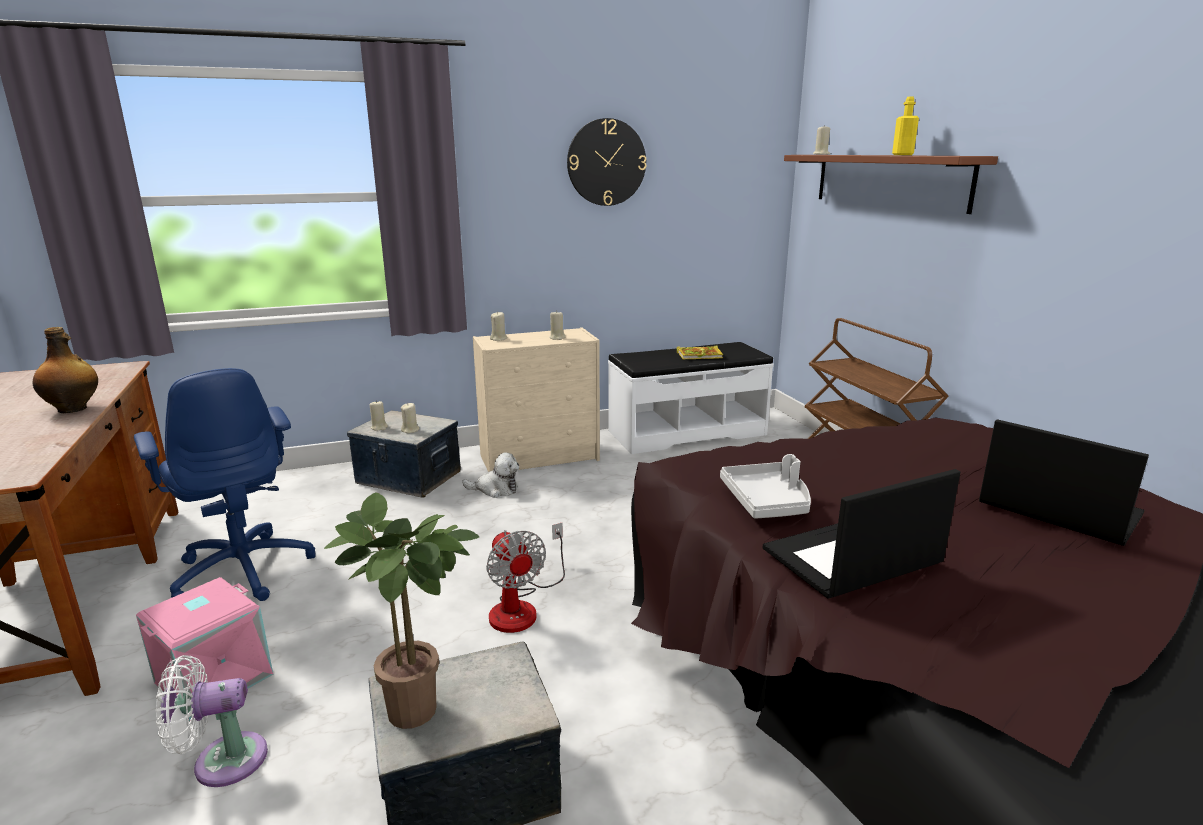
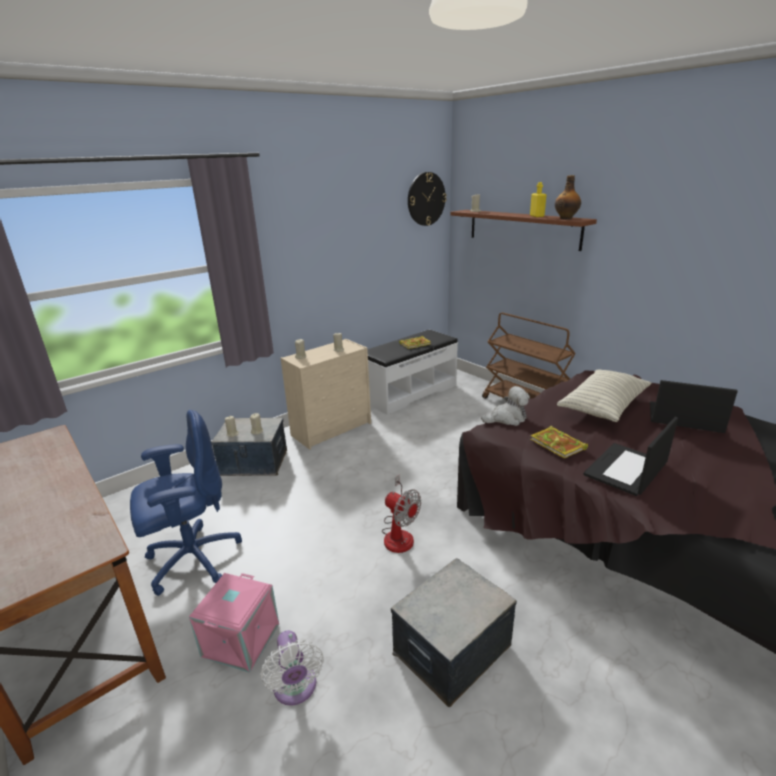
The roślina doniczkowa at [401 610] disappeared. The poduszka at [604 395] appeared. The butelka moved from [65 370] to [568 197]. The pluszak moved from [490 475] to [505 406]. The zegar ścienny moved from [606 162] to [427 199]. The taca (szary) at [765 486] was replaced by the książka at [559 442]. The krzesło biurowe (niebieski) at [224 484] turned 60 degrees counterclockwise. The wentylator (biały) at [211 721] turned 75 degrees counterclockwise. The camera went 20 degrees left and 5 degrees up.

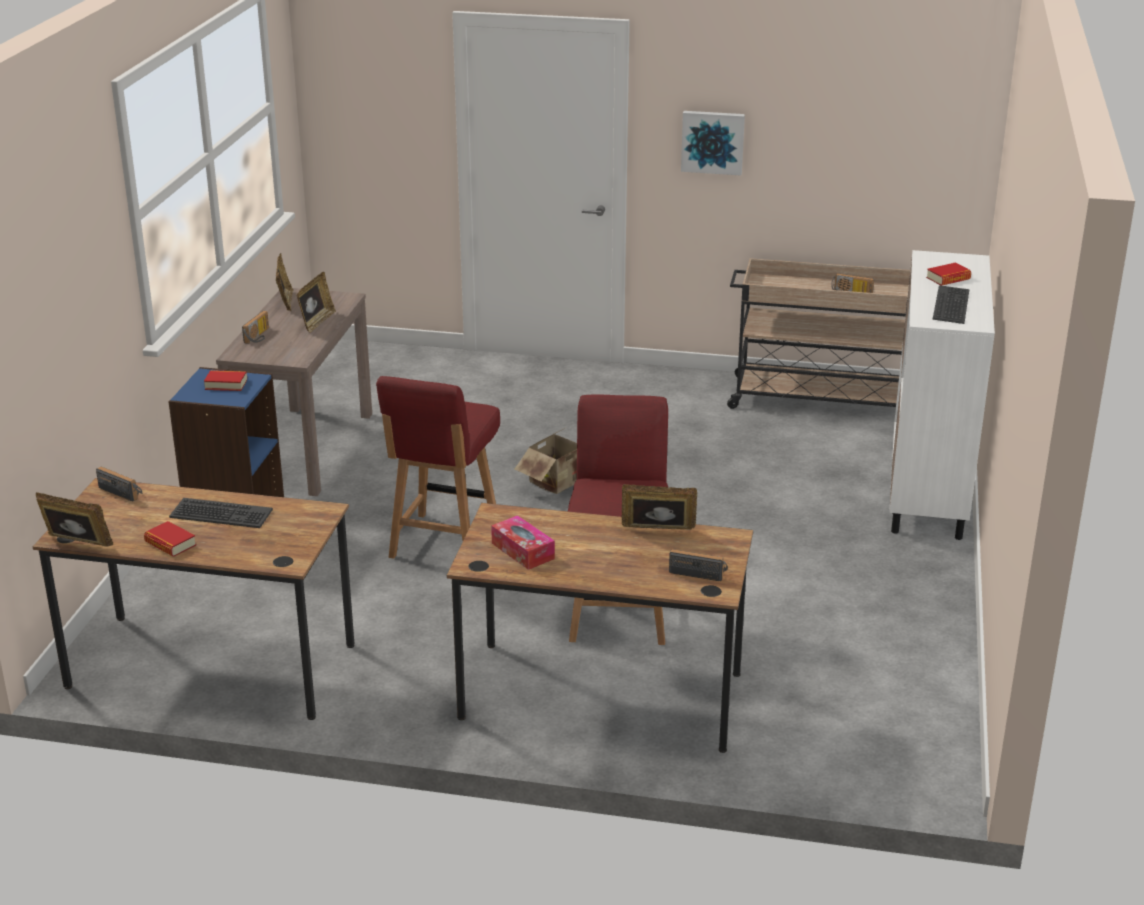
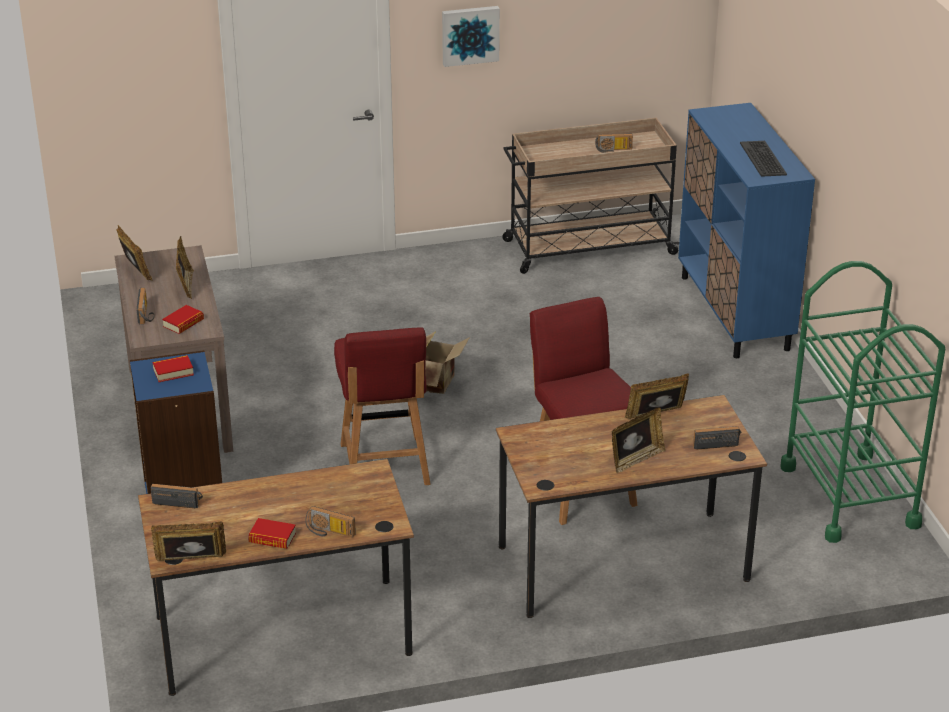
The klawiatura at [221 513] disappeared. The pudełko chusteczek at [523 542] disappeared. The radio at [330 521] appeared. The ramka na zdjęcie at [638 440] appeared. The wózek (zielony) at [862 402] appeared. The książka moved from [948 274] to [183 319]. The szafka (biały) at [942 395] became the szafka (niebieski) at [746 230]. The camera went 25 degrees left and 5 degrees up.

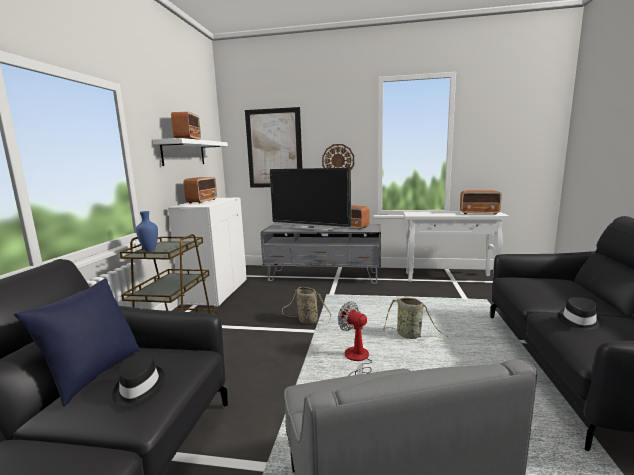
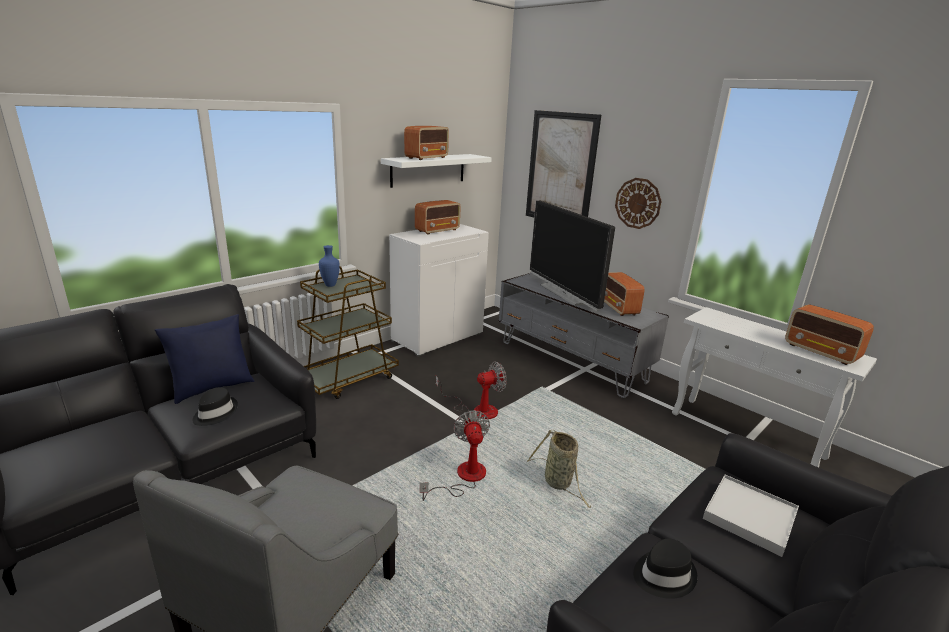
The taca (biały) at [751 516] appeared. The koszyk at [306 306] was replaced by the wentylator at [471 390]. The camera went 35 degrees right and 10 degrees up.

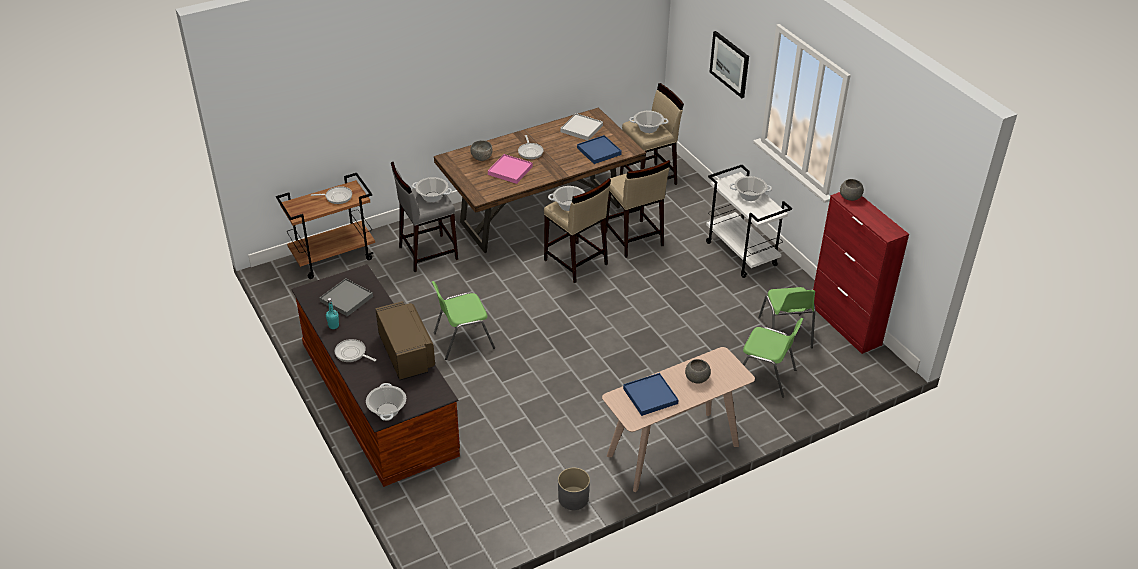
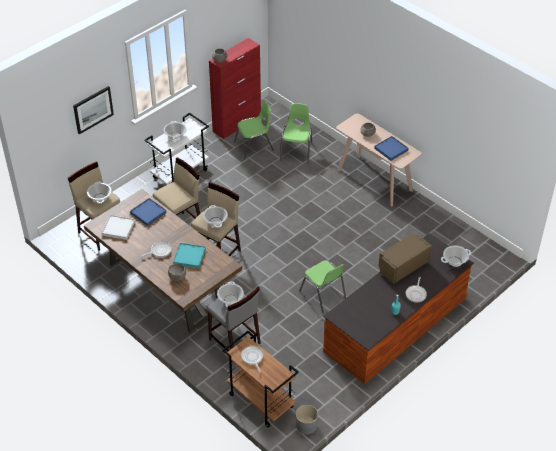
The taca (szary) at [346 297] disappeared. The donica (szary) moved from [574 489] to [307 419]. The taca (różowy) at [510 169] became the taca (turkusowy) at [189 255]. The camera went 105 degrees left and 5 degrees up.

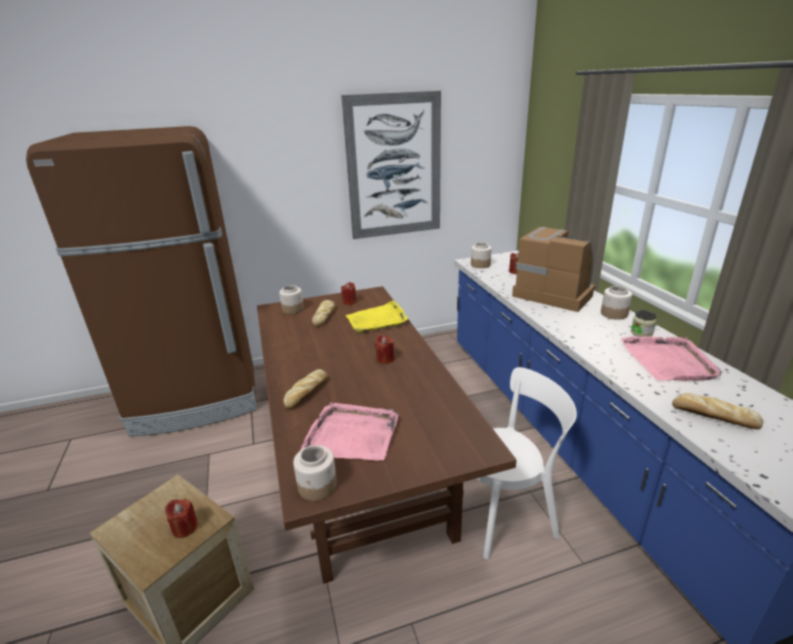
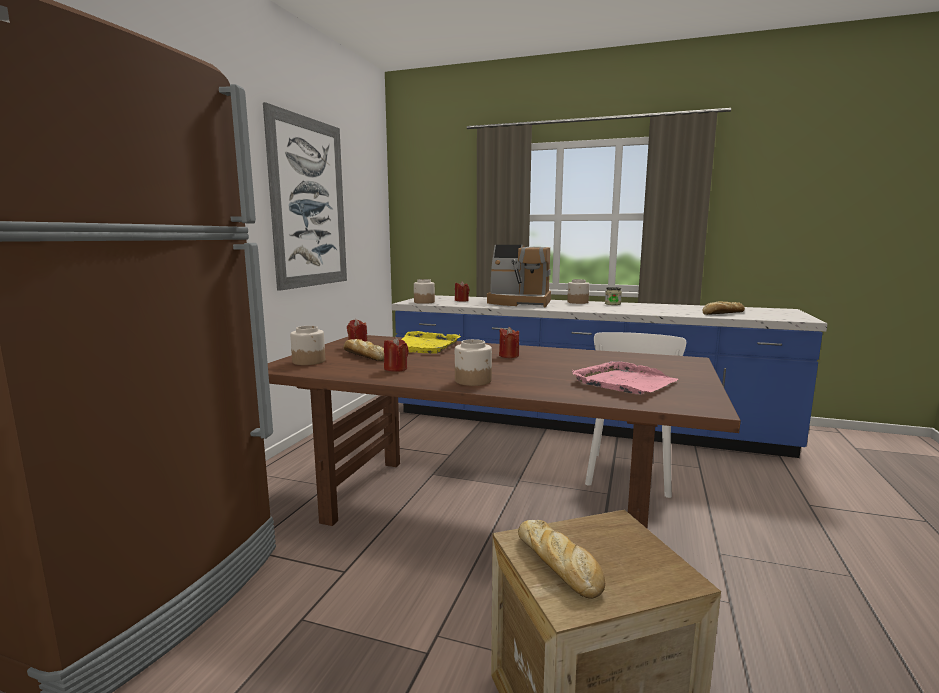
The taca (różowy) at [671 358] disappeared. The świeca (czerwony) moved from [181 518] to [396 354]. The chleb moved from [305 389] to [561 559]. The słoik moved from [315 473] to [473 362]. The ekspres do kawy at [553 269] turned 150 degrees counterclockwise. The camera went 55 degrees left and 15 degrees down.

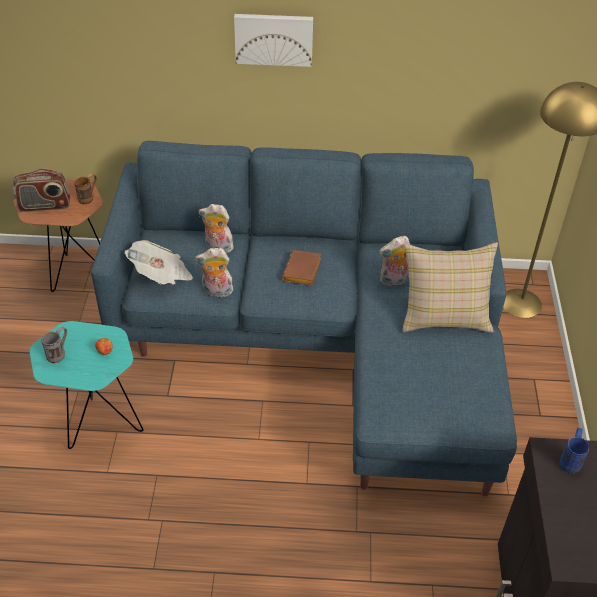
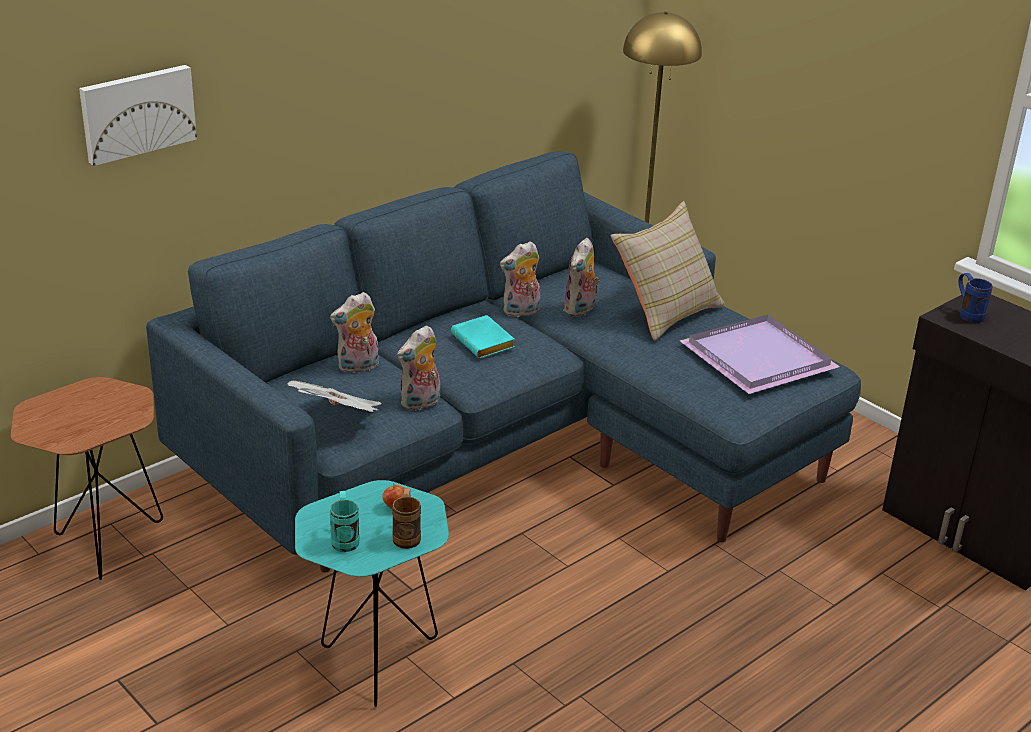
The radio at [41 190] disappeared. The pluszak at [520 279] appeared. The taca (fioletowy) at [760 354] appeared. The kubek (brązowy) moved from [85 189] to [406 518]. The obraz moved from [273 40] to [138 115]. The kubek (szary) at [54 345] became the kubek (turkusowy) at [345 521]. The książka (brązowy) at [301 267] became the książka (turkusowy) at [483 336]. The camera went 45 degrees left and 15 degrees down.

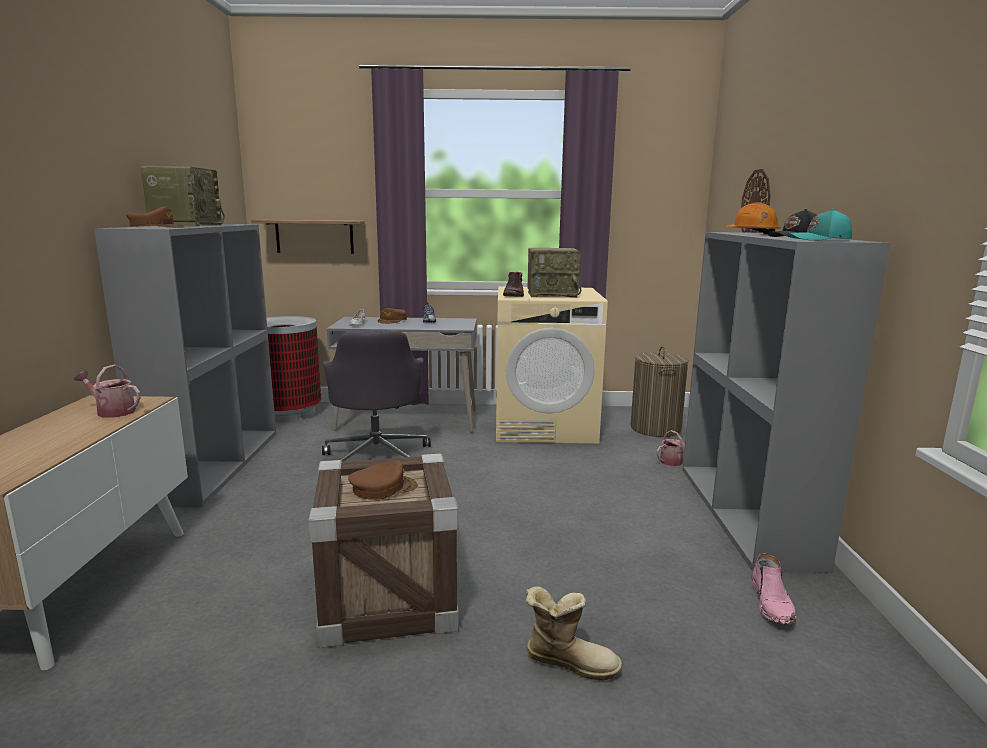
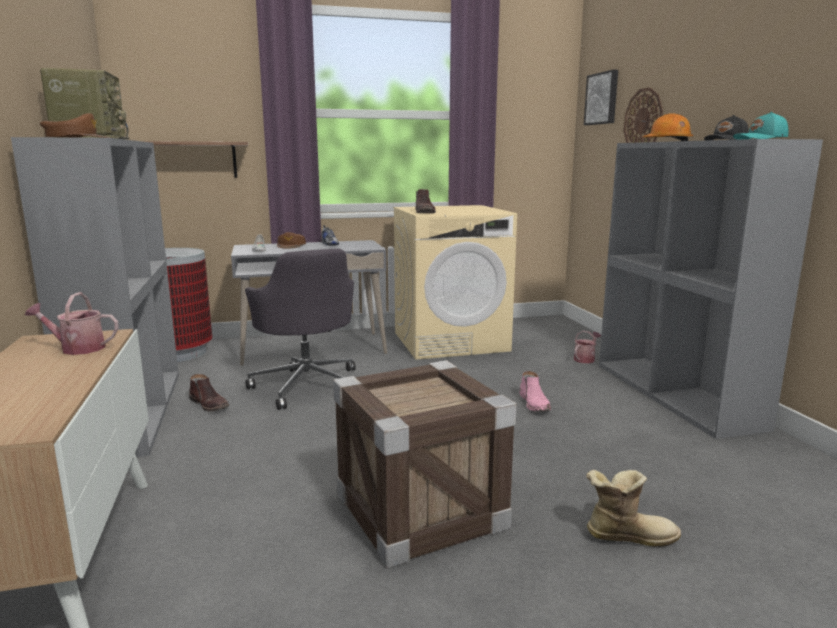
The czapka z daszkiem (brązowy) at [383 480] disappeared. The radio at [554 272] disappeared. The kosz na pranie at [660 391] disappeared. The but z cholewką (brązowy) at [209 392] appeared. The obraz at [601 97] appeared. The but z cholewką (różowy) moved from [773 589] to [535 391]. The camera went 15 degrees left and 0 degrees up.

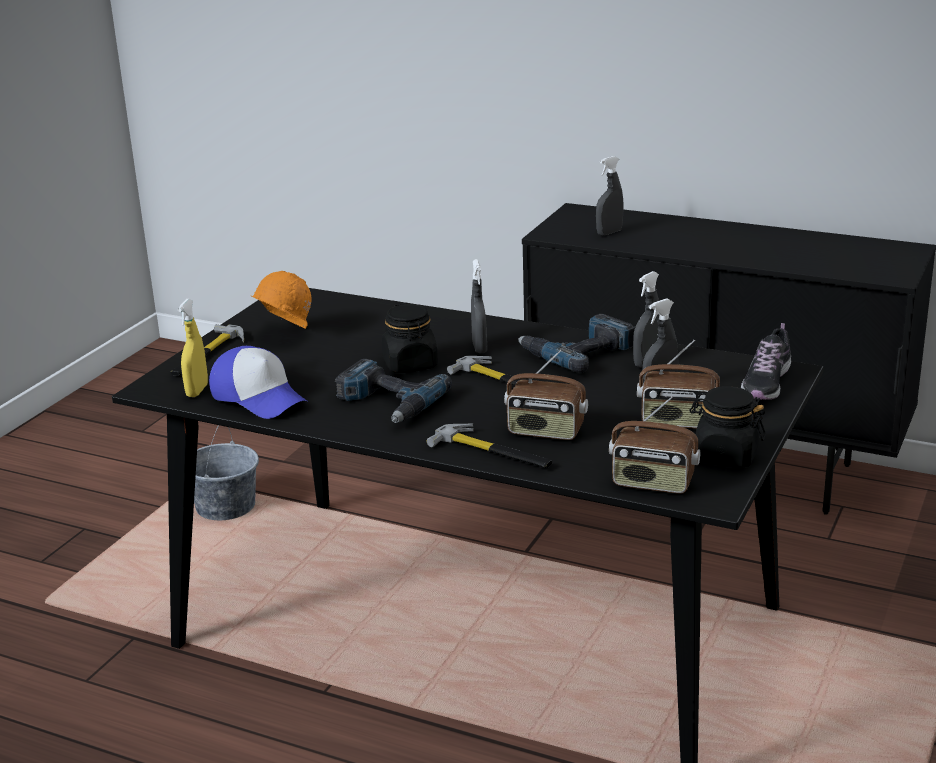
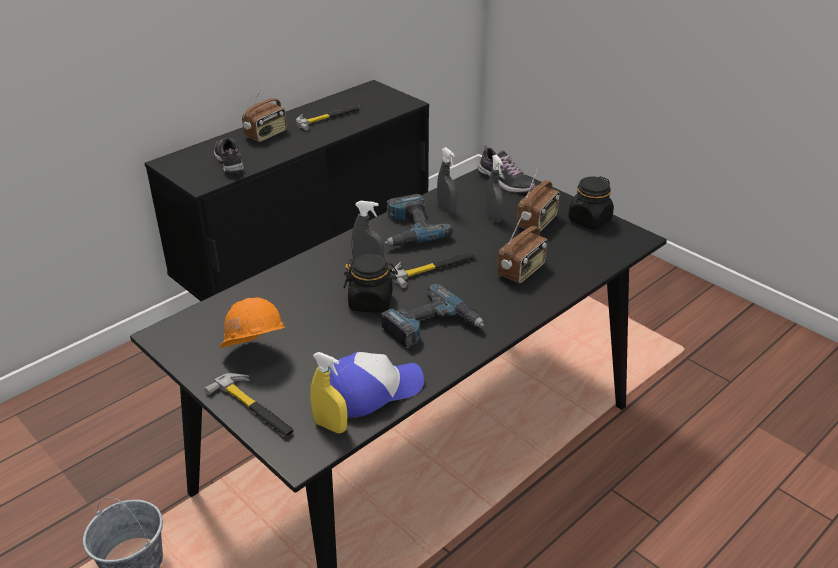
The młotek moved from [489 446] to [328 118]. The radio moved from [654 445] to [264 113]. The spryskiwacz (szary) at [610 196] was replaced by the but at [229 157]. The camera went 70 degrees left and 10 degrees up.

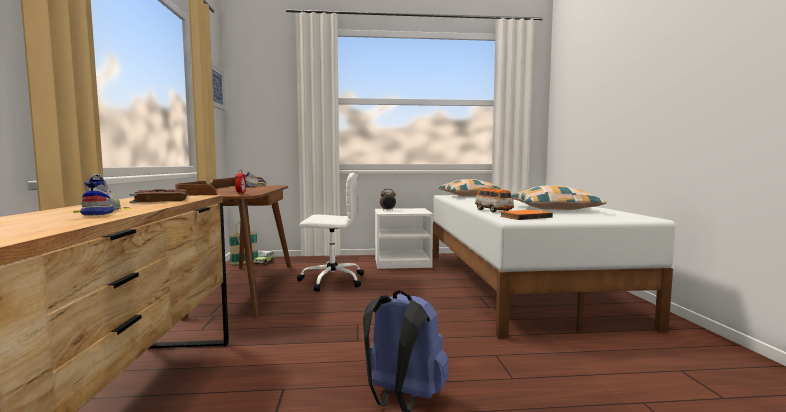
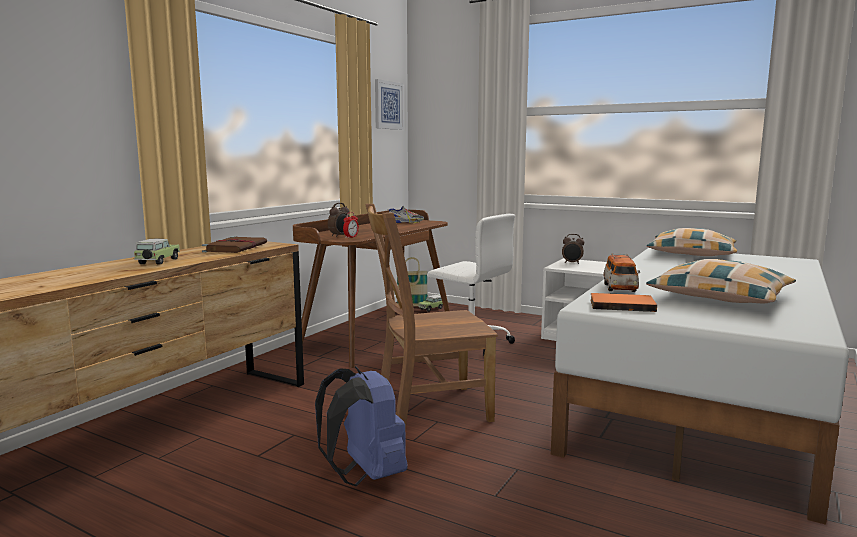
The budzik at [339 220] appeared. The krzesło (brązowy) at [431 317] appeared. The but at [102 195] was replaced by the samochodzik at [157 252]. The camera went 35 degrees right and 5 degrees up.

